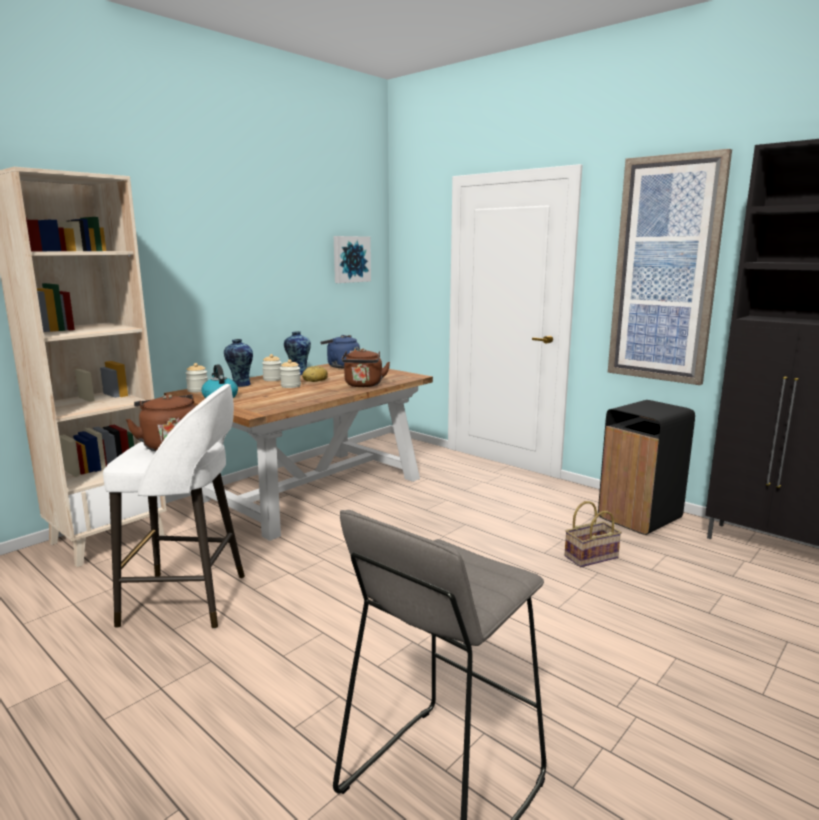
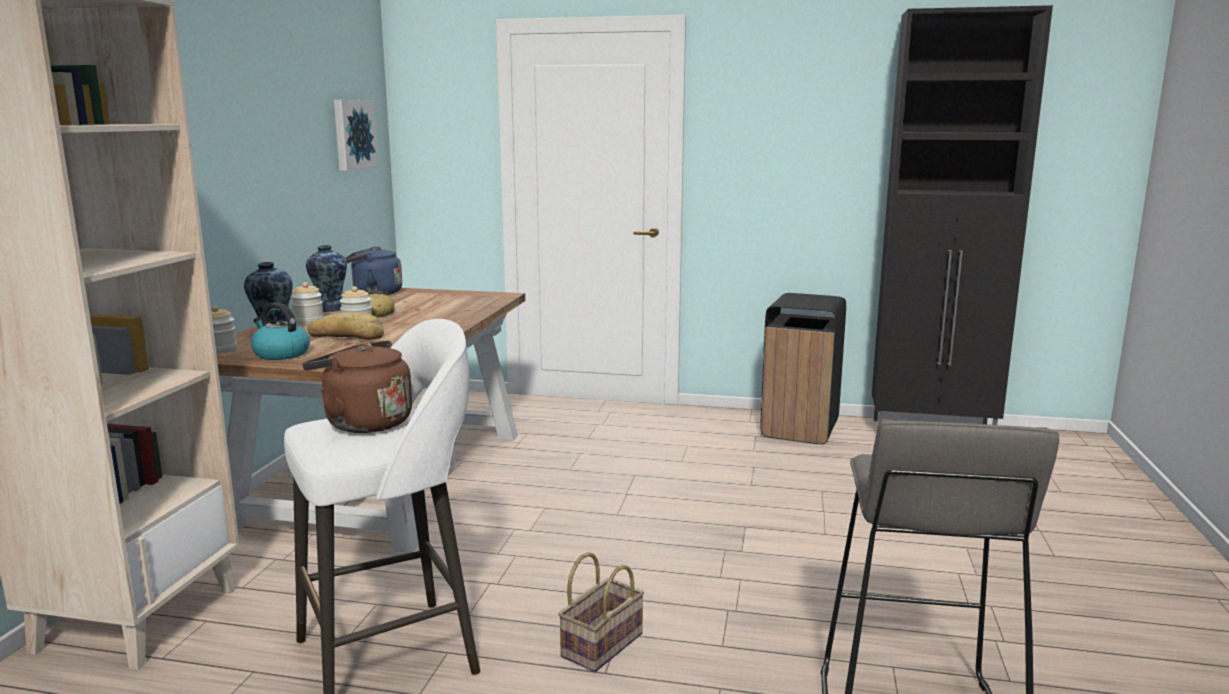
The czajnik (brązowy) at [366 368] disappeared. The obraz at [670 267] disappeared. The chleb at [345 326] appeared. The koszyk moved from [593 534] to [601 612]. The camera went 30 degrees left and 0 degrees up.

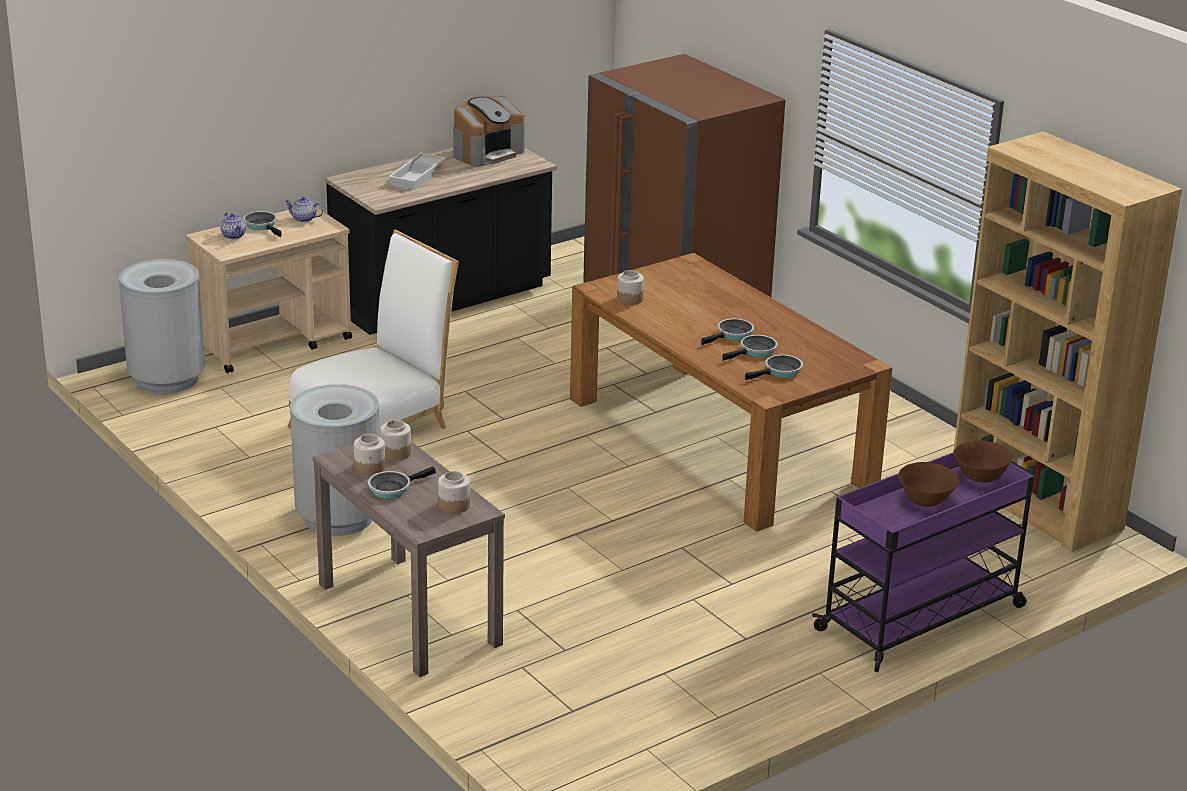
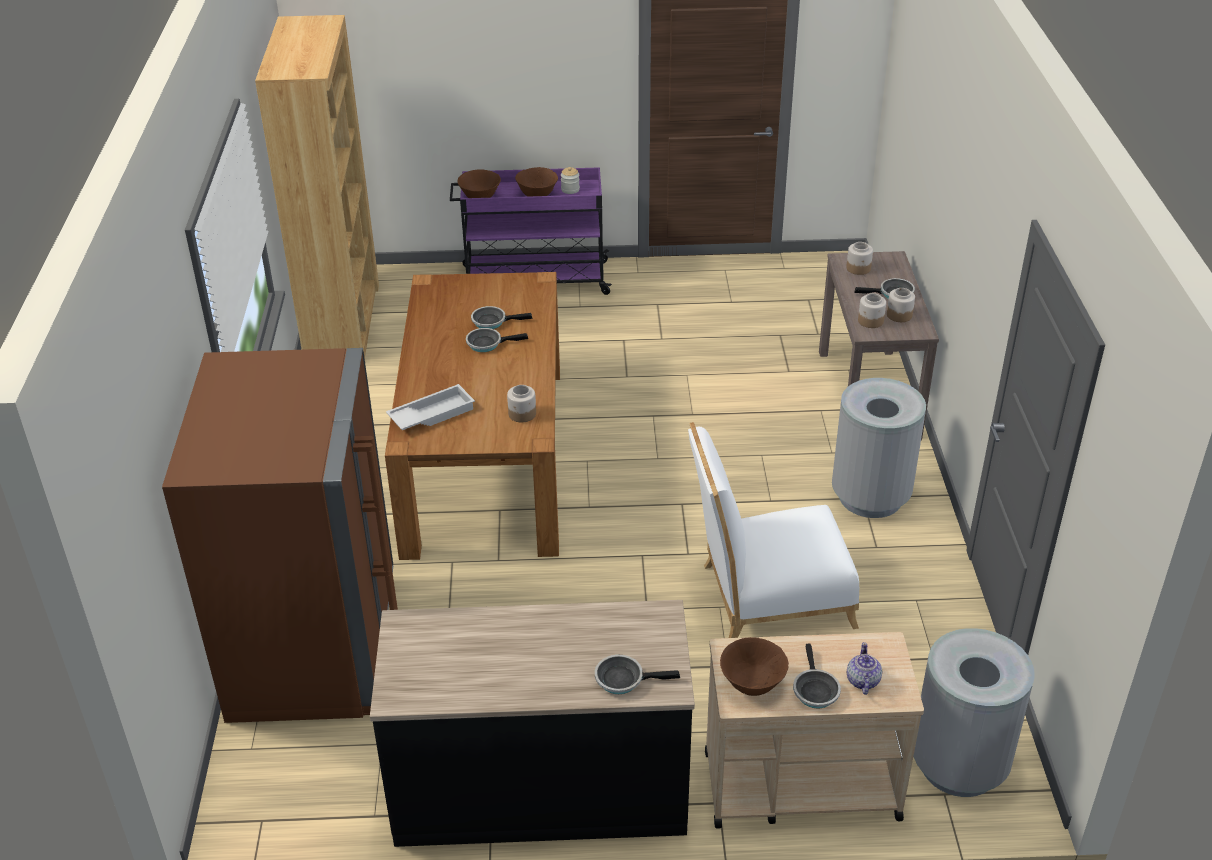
The ekspres do kawy at [489 131] disappeared. The słoik at [570 180] appeared. The taca (biały) moved from [417 171] to [430 407]. The patelnia moved from [774 367] to [637 674]. The imbryk at [303 209] was replaced by the miska (brązowy) at [754 666]. The camera went 145 degrees left and 10 degrees up.

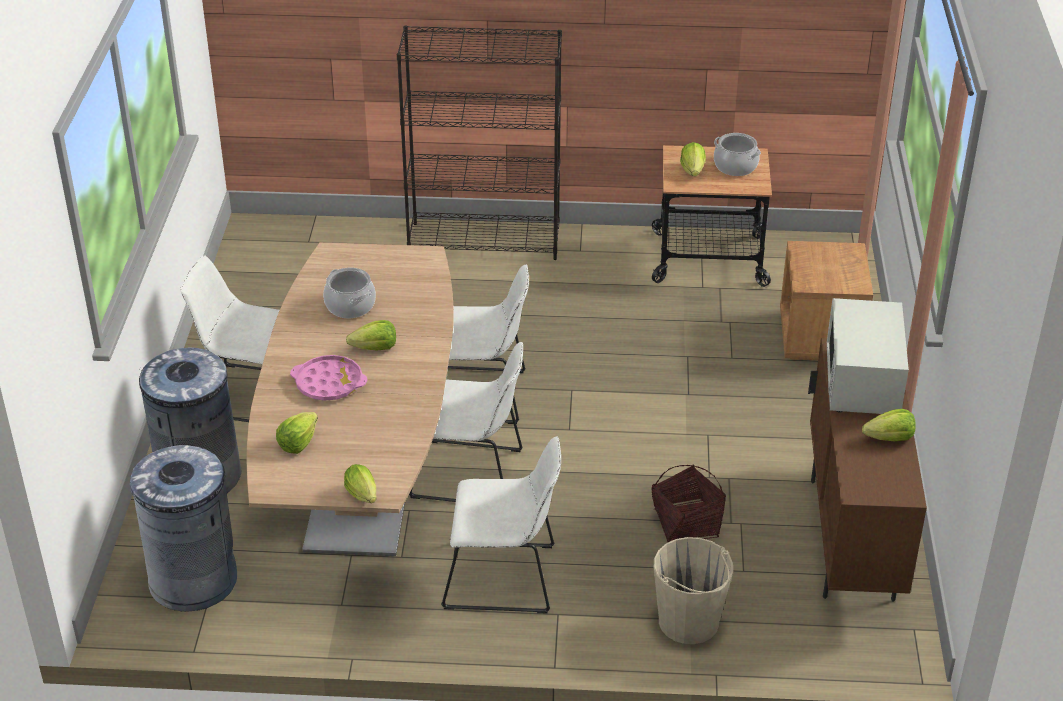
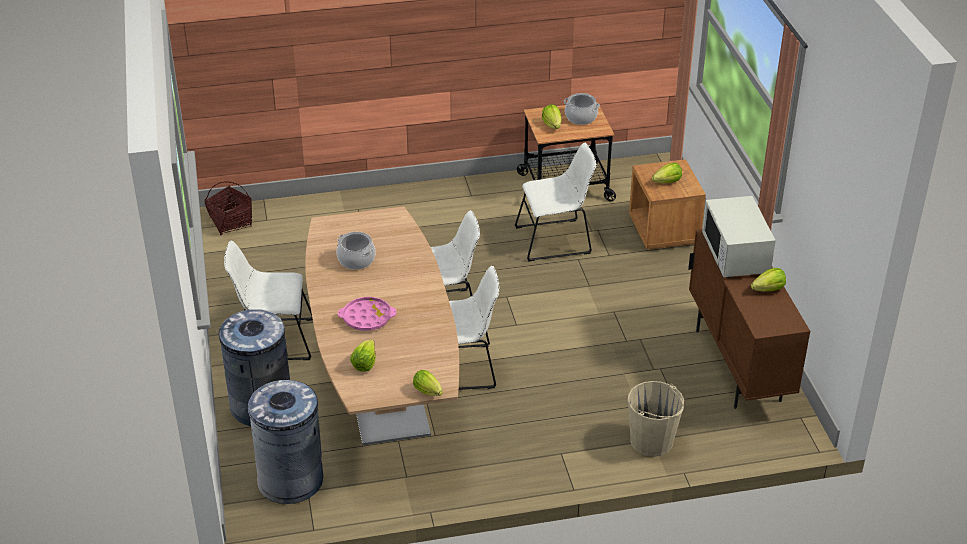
The regał (czarny) at [479 142] disappeared. The sałata moved from [371 335] to [667 173]. The krzesło (biały) moved from [501 525] to [555 202]. The koszyk moved from [688 503] to [228 208]. The camera went 15 degrees left and 0 degrees up.

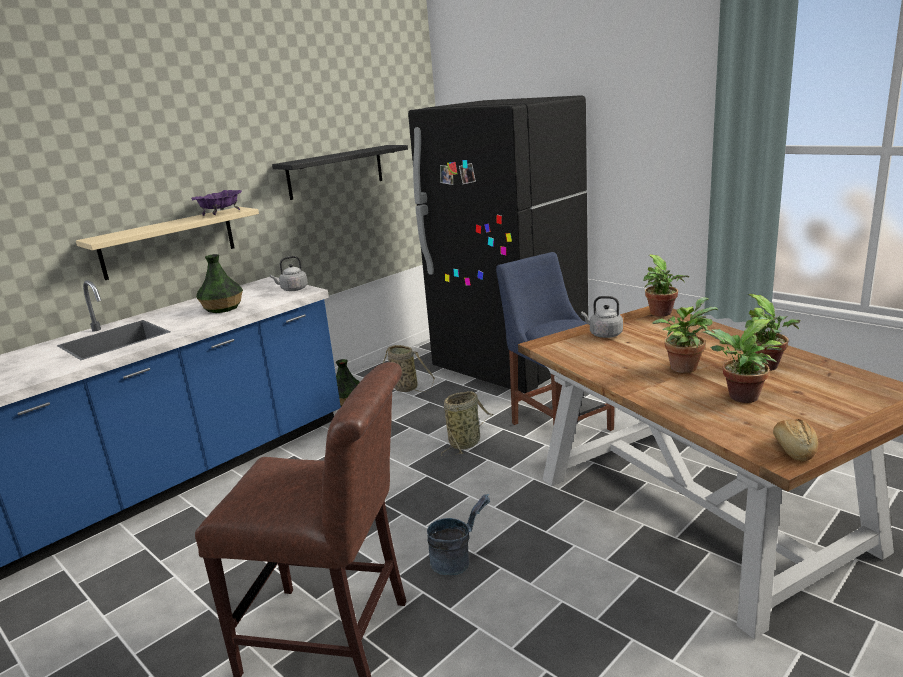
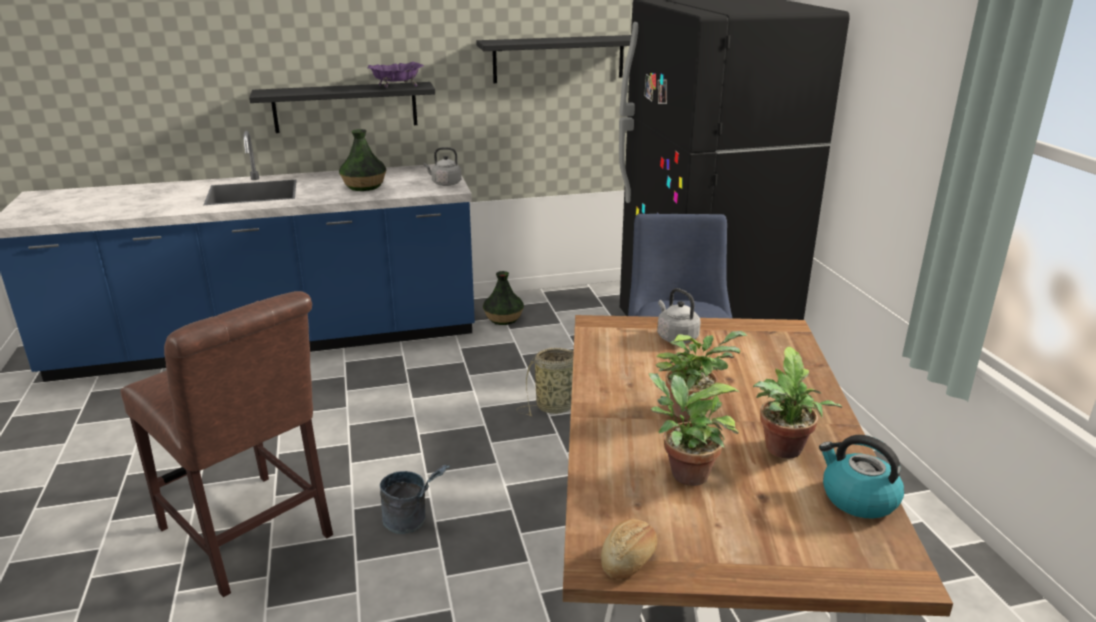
The koszyk at [409 368] disappeared. The roślina doniczkowa at [666 285] disappeared. The czajnik at [861 477] appeared. The półka (beżowy) at [167 243] became the półka (czarny) at [342 107]. The camera went 30 degrees right and 5 degrees up.

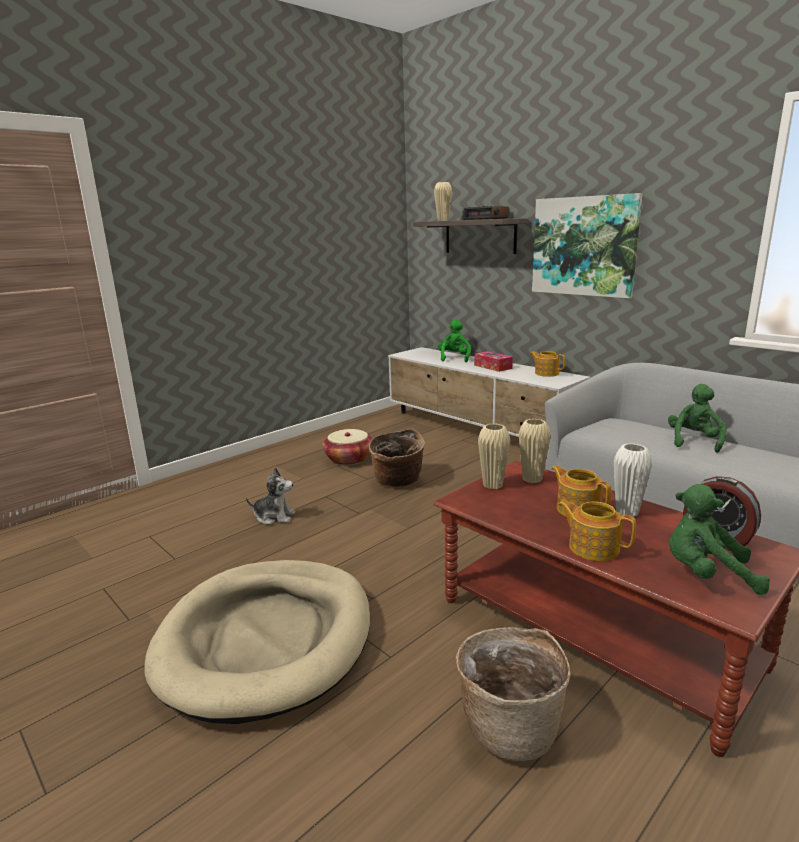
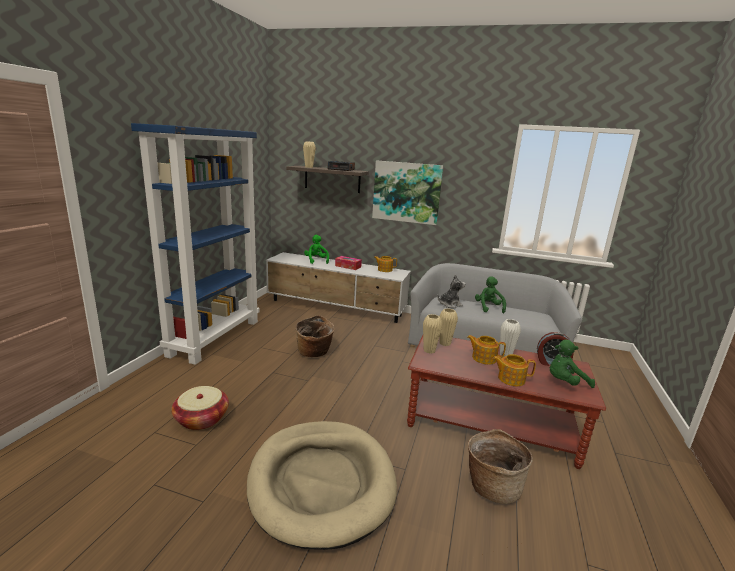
The regał (niebieski) at [195 244] appeared. The pluszak moved from [271 496] to [451 291]. The koszyk moved from [347 447] to [200 408]. The camera went 30 degrees left and 0 degrees up.

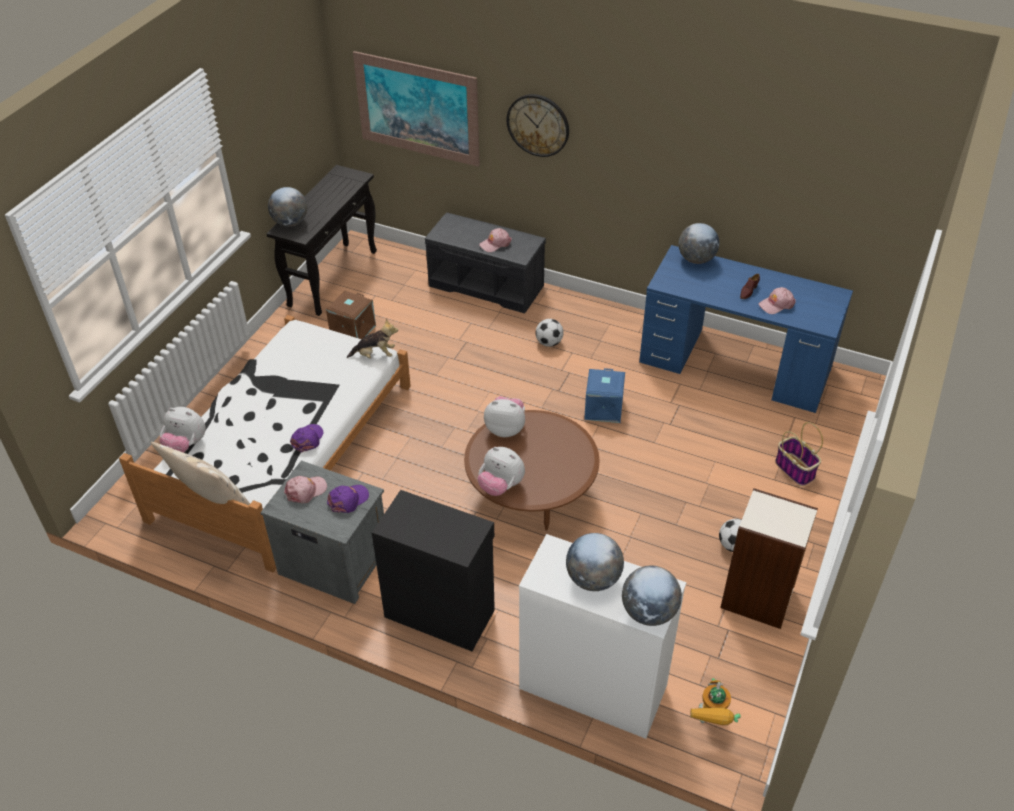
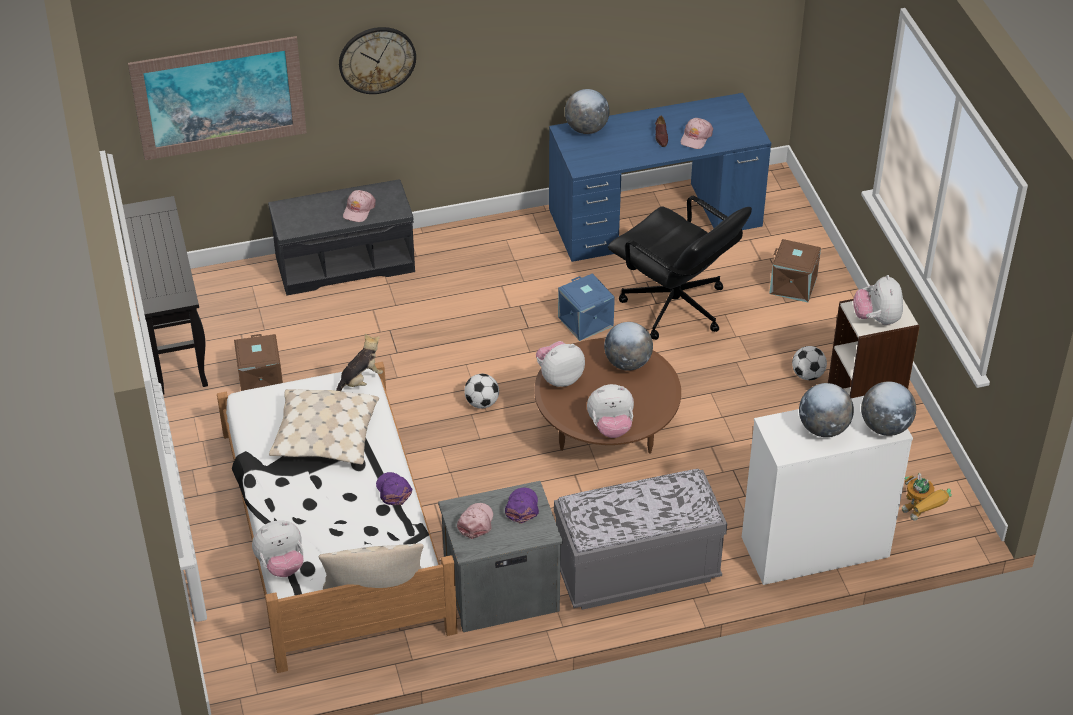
The poduszka (beżowy) at [324 426] appeared. The krzesło biurowe (czarny) at [680 268] appeared. The pluszak at [878 300] appeared. The globus moved from [287 207] to [628 346]. The piłka futbolowa moved from [550 333] to [481 391]. The szafka (czarny) at [433 570] was replaced by the ławka (szary) at [640 539]. The koszyk at [799 454] was replaced by the pojemnik do przechowywania (brązowy) at [795 270]. The camera went 40 degrees left and 0 degrees up.

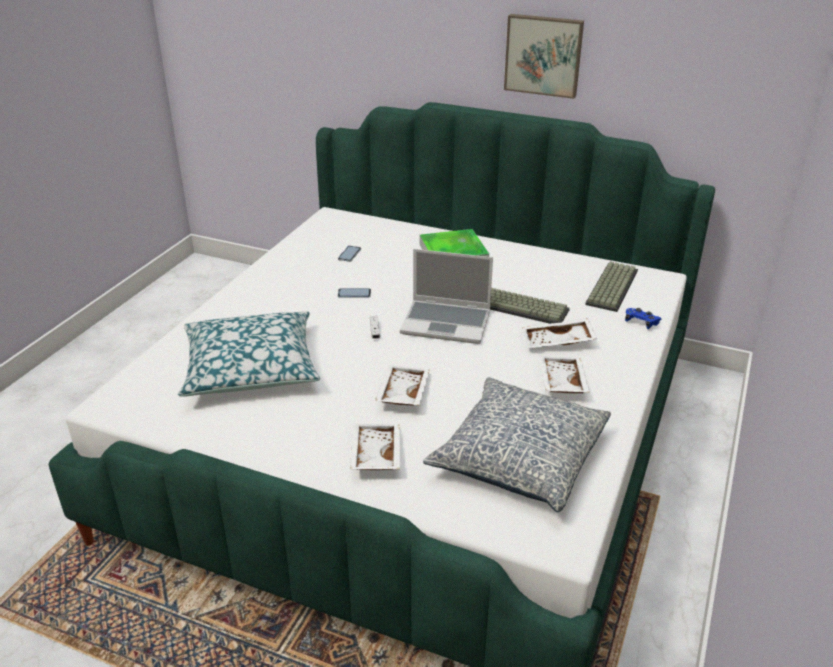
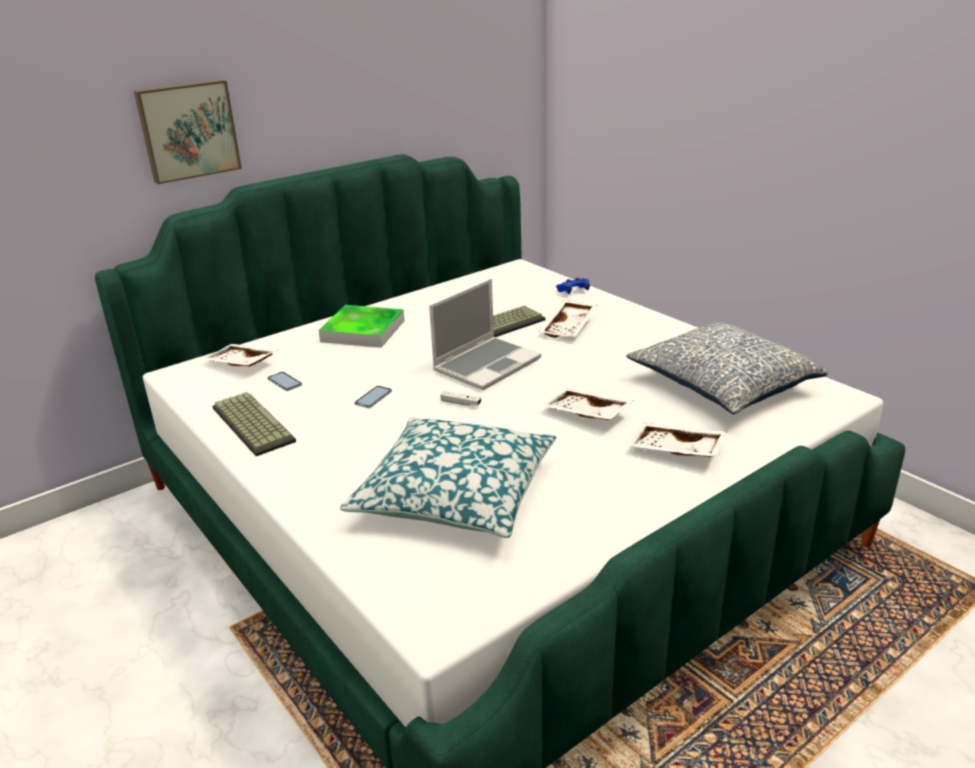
The obraz moved from [544 56] to [188 132]. The taca (biały) moved from [564 374] to [240 355]. The klawiatura moved from [611 287] to [254 424]. The camera went 60 degrees left and 5 degrees down.

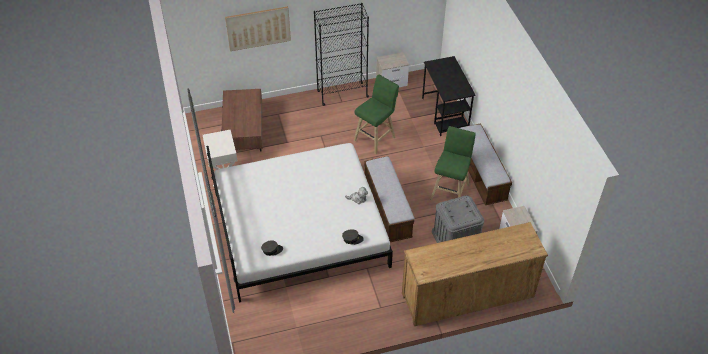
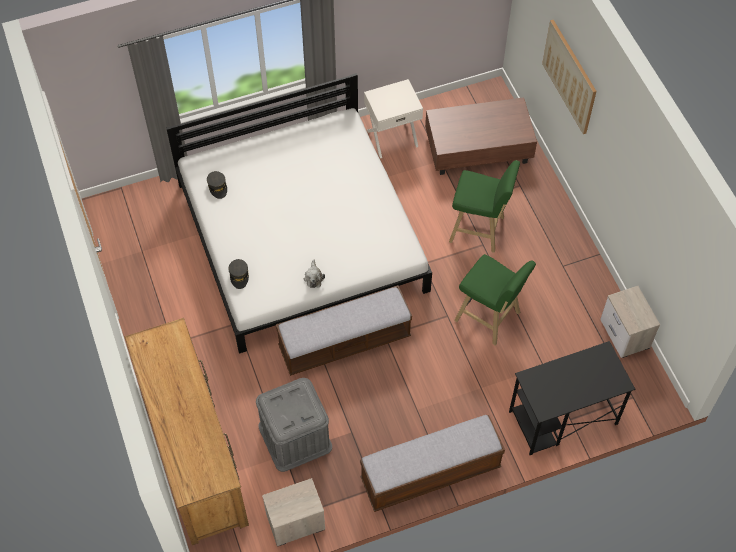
The regał (czarny) at [341 54] disappeared. The stołek (zielony) moved from [452 163] to [484 206]. The camera went 85 degrees right and 10 degrees up.

